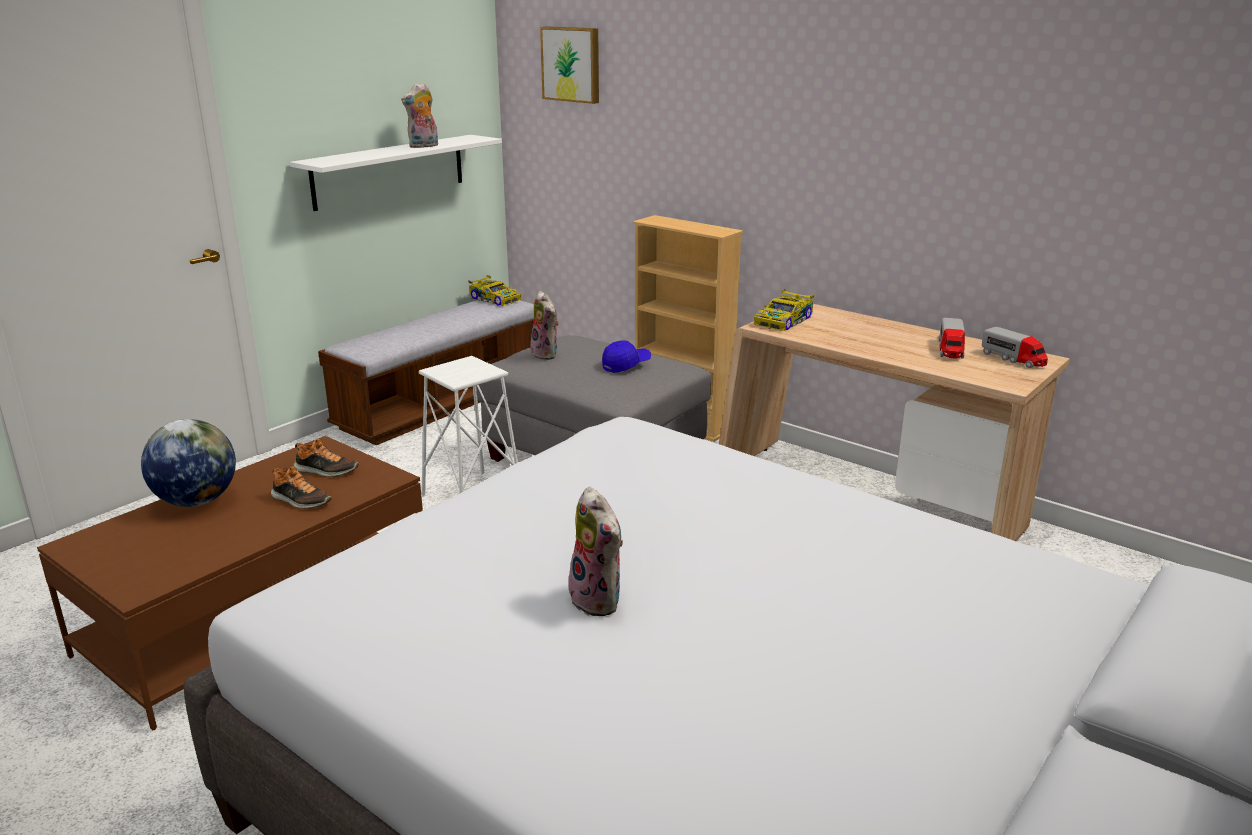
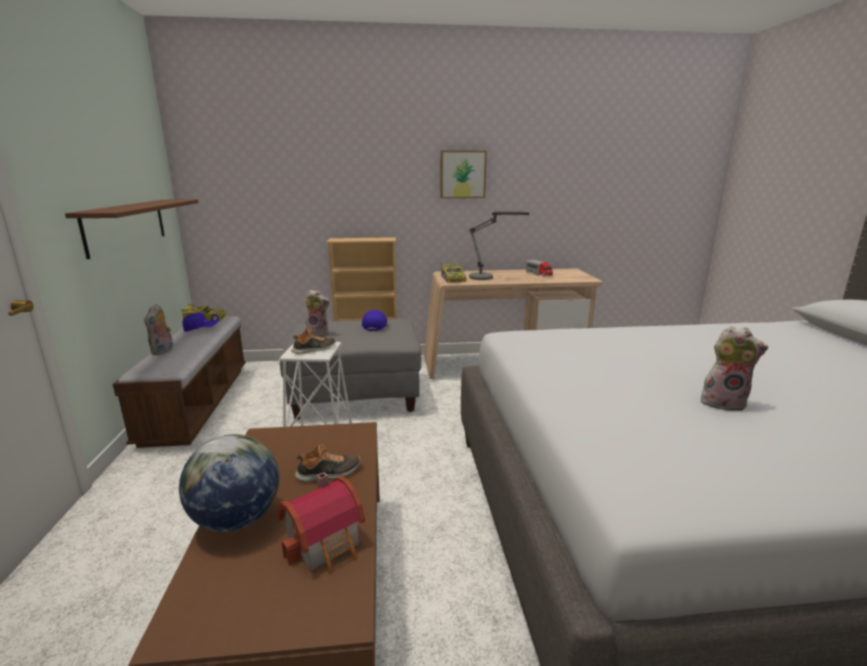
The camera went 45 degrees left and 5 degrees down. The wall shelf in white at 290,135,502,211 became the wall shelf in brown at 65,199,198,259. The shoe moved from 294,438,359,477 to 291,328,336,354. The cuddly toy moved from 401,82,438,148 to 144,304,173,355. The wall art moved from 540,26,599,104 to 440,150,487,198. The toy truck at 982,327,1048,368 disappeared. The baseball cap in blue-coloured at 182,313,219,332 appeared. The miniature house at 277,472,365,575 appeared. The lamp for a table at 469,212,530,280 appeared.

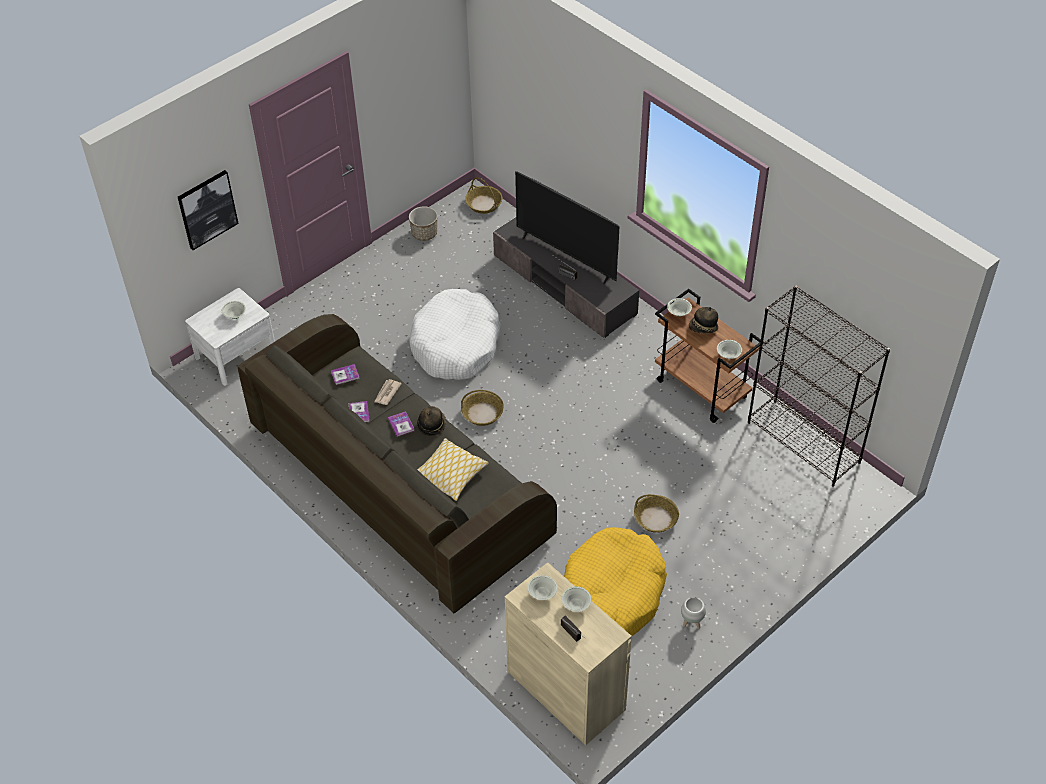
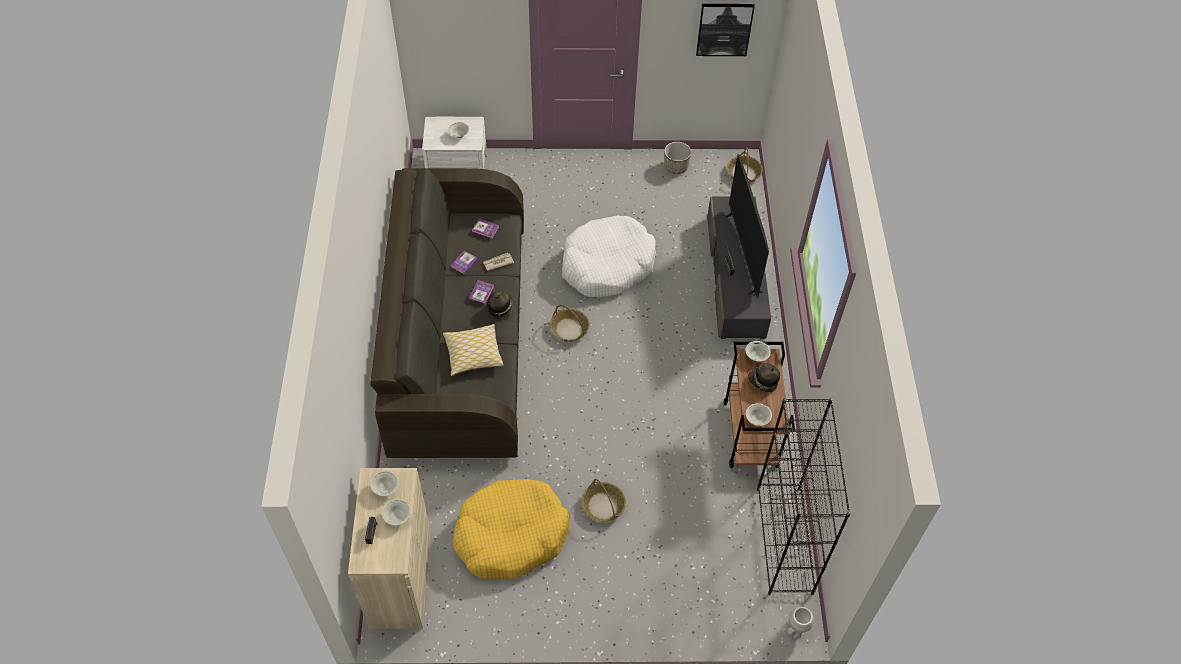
The camera went 40 degrees right and 5 degrees up. The wall art moved from 178,170,239,250 to 696,4,754,56. The planter in white moved from 681,597,706,629 to 788,607,814,638.

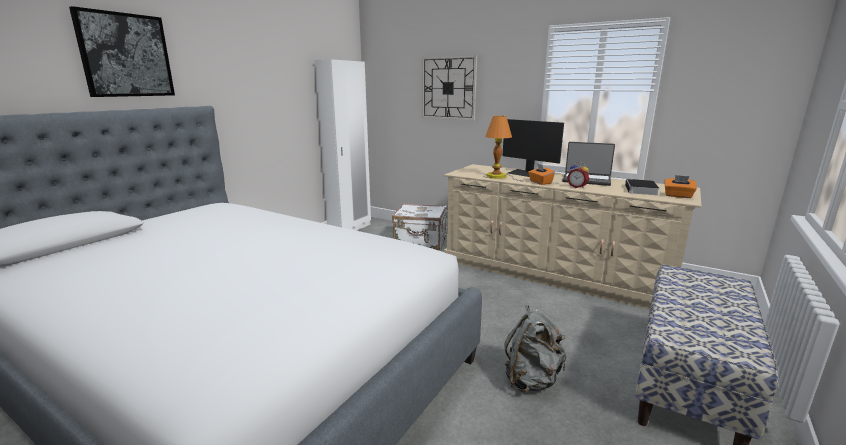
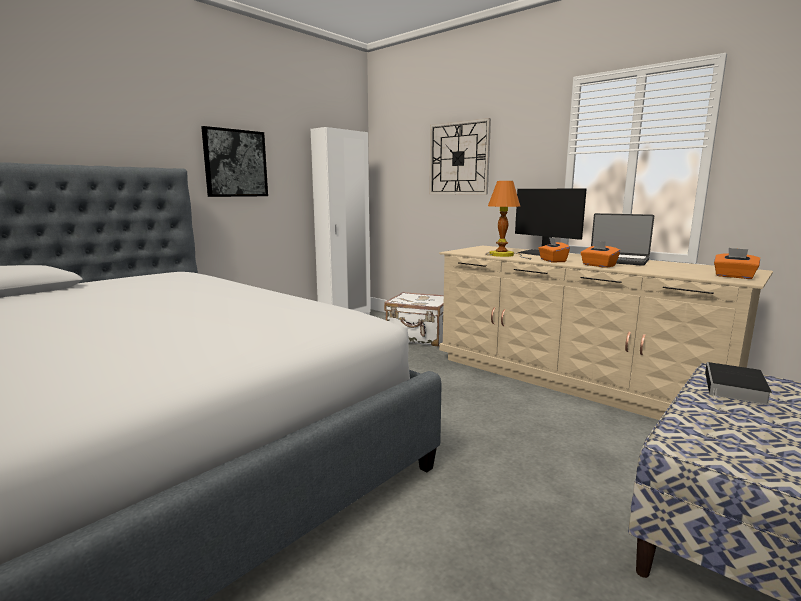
The camera went 10 degrees right and 5 degrees down. The wall art moved from 69,6,175,97 to 201,126,268,197. The rucksack in gray at 505,305,566,392 disappeared. The table clock at 567,161,589,189 was replaced by the tissue box in orangey at 581,240,620,268. The bound book moved from 625,179,660,195 to 705,362,772,405.

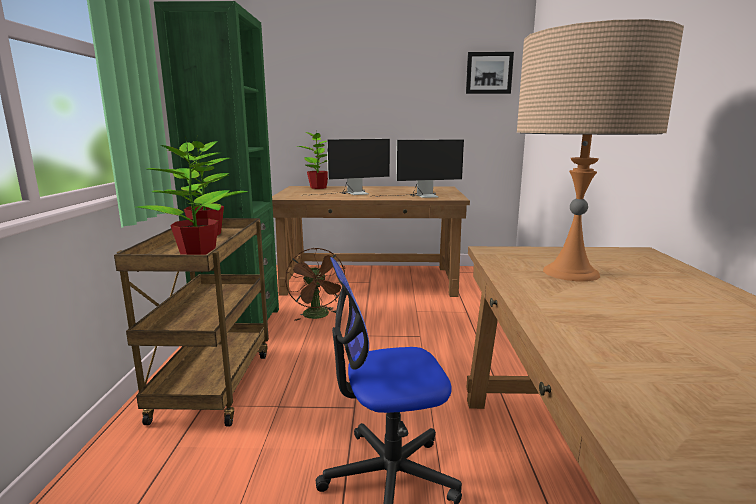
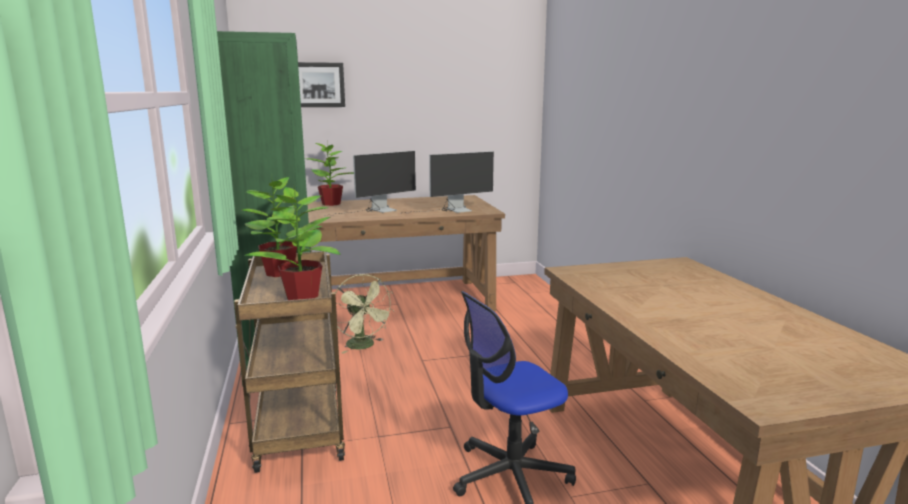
The camera went 15 degrees left and 0 degrees up. The electric fan in brown at 285,248,345,321 became the electric fan in green-coloured at 335,274,394,354. The wall art moved from 466,52,514,94 to 298,62,345,107. The lamp for a table in sand-coloured at 517,19,684,282 disappeared.

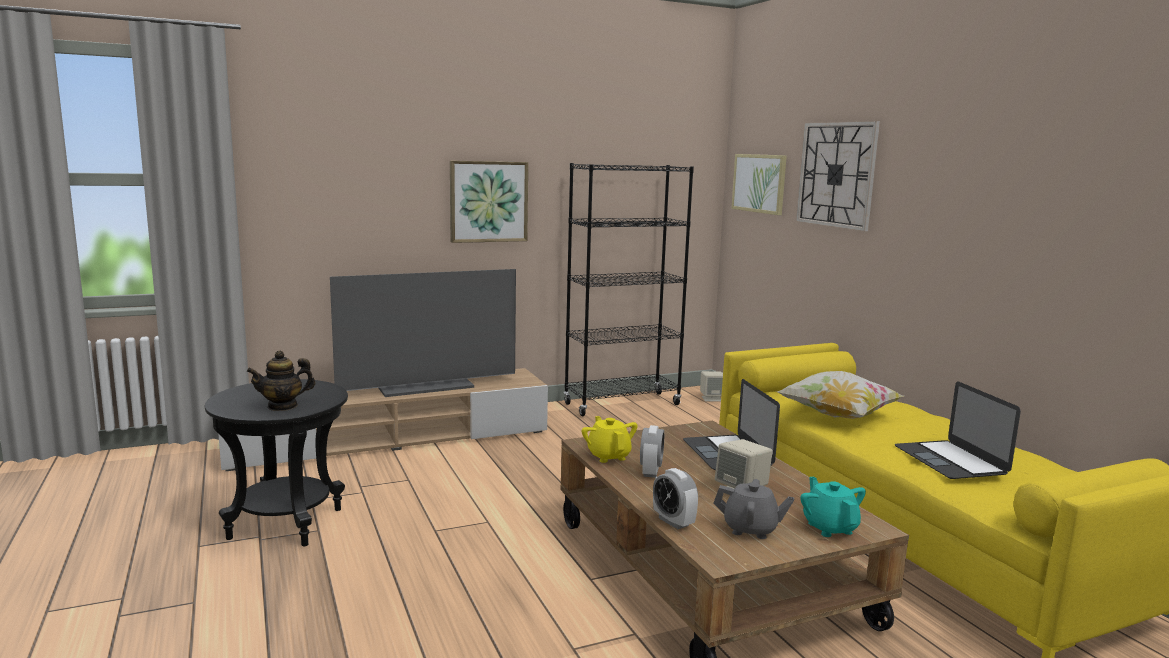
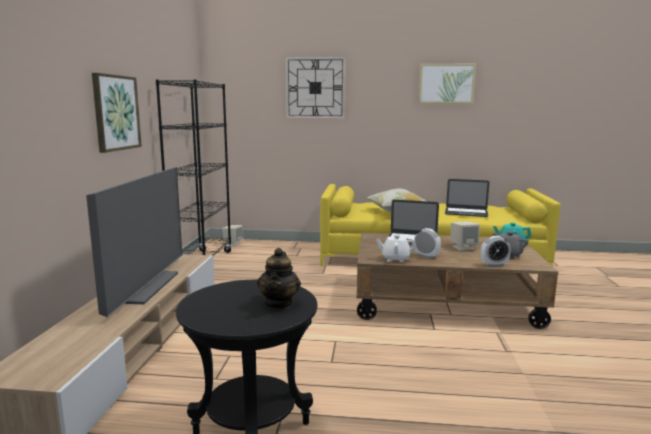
The camera went 60 degrees left and 0 degrees up. The pot for tea in yellowish at 582,416,638,463 became the pot for tea in white at 376,234,417,263. The wall art moved from 731,154,787,215 to 418,64,476,104.

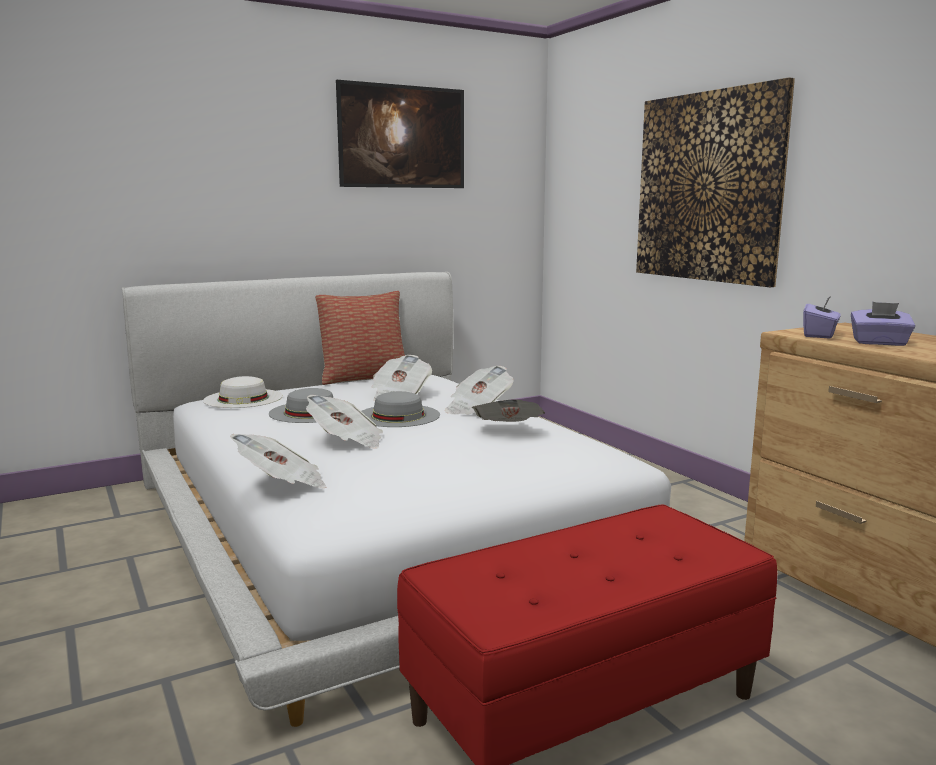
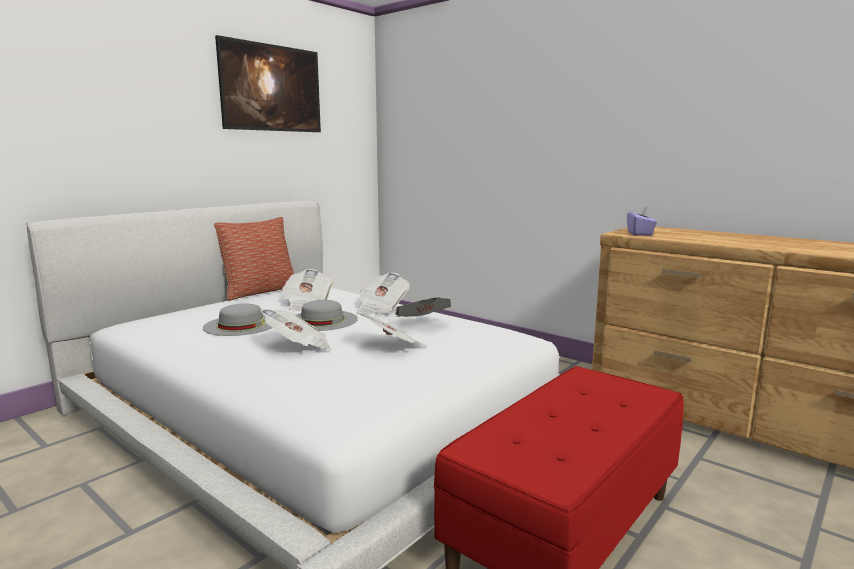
The camera went 20 degrees left and 0 degrees up. The hat in white at 203,376,283,408 disappeared. The printed paper moved from 230,434,327,488 to 357,313,428,346. The wall art at 636,78,795,287 disappeared. The tissue box in purplish at 851,302,915,346 disappeared.

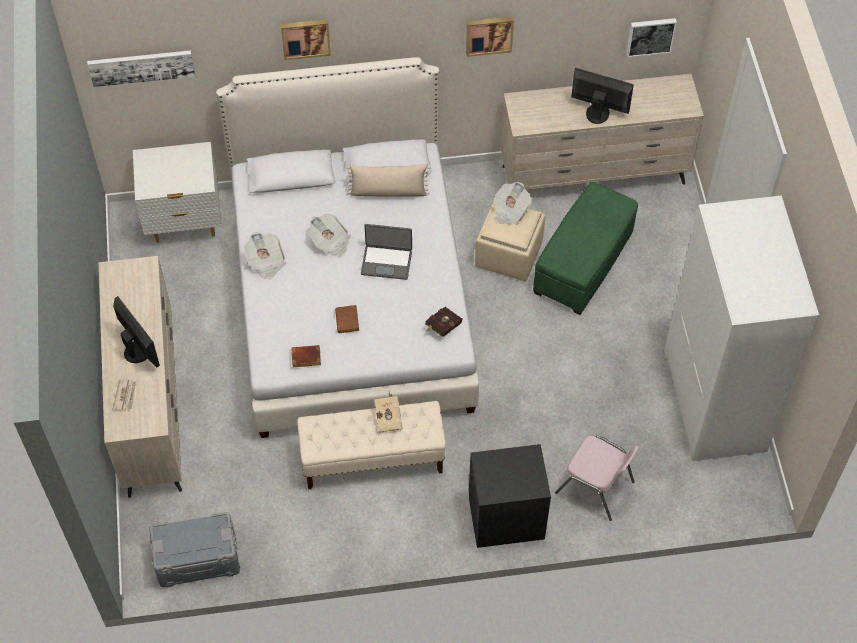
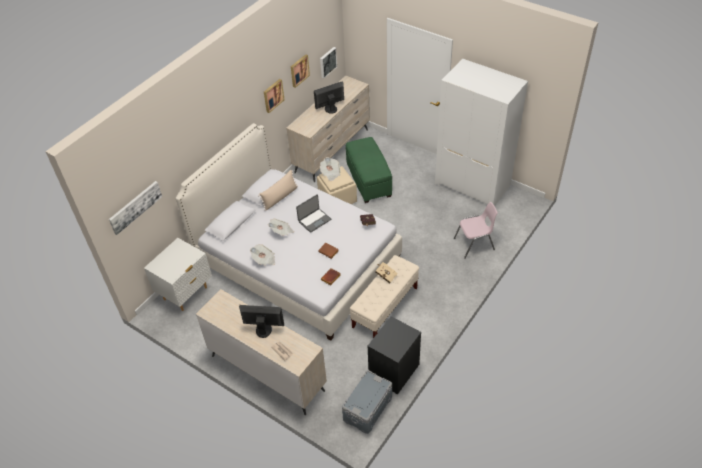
The camera went 45 degrees left and 10 degrees down. The wall art moved from 280,19,331,60 to 291,54,310,88. The nightstand in blackish moved from 469,444,551,548 to 368,316,421,394.

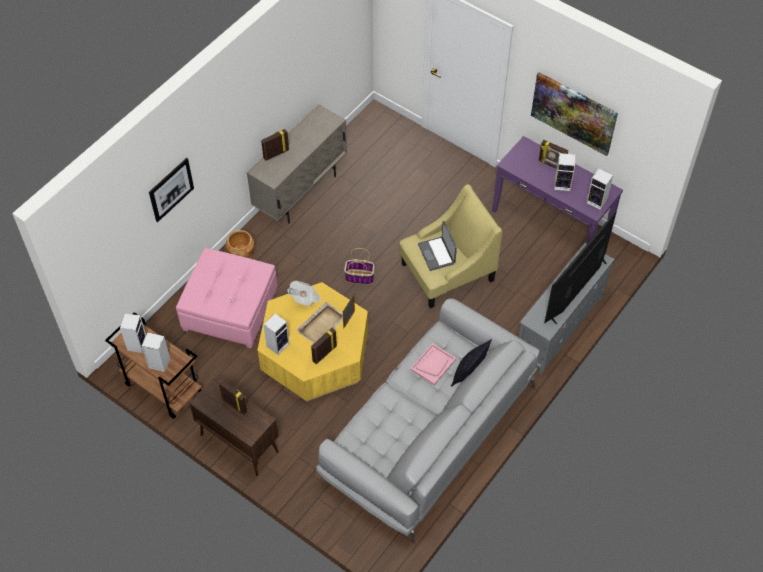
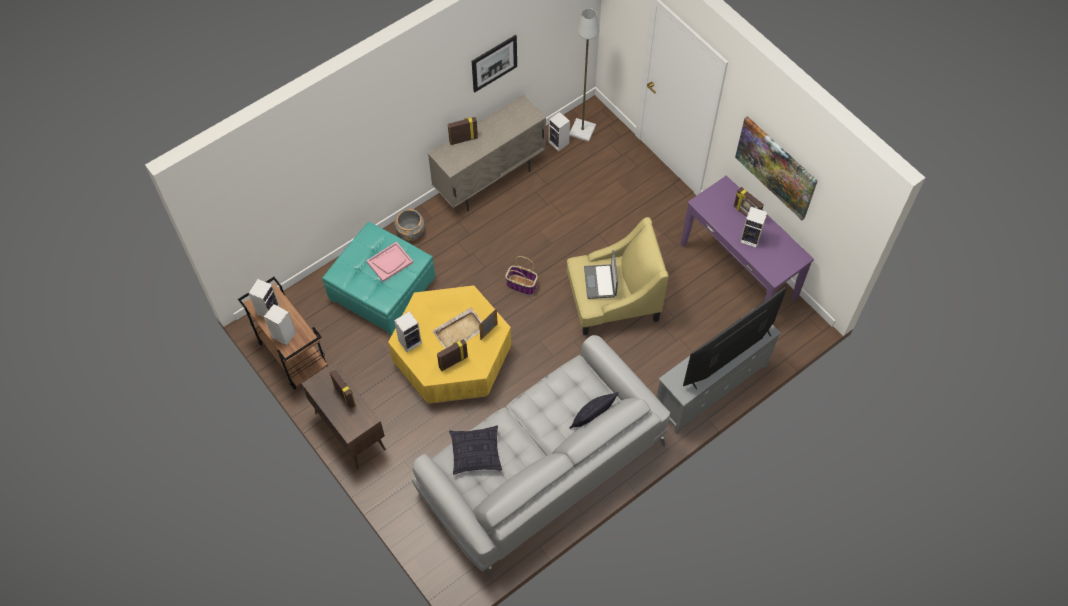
The camera went 15 degrees right and 5 degrees up. The wall art moved from 149,158,194,222 to 472,35,517,92. The ottoman in pink-coloured at 176,248,278,349 became the ottoman in turquoise-coloured at 322,221,435,335. The planter in brown at 225,230,255,258 became the planter in gray at 394,209,424,241. The printed paper at 287,280,322,306 disappeared. The carrying tray in pink-coloured moved from 411,343,456,385 to 367,242,413,282. The loudspeaker moved from 586,168,613,210 to 548,112,570,151. The throw pillow at 449,426,502,475 appeared. The standard lamp in gray at 569,8,599,142 appeared.

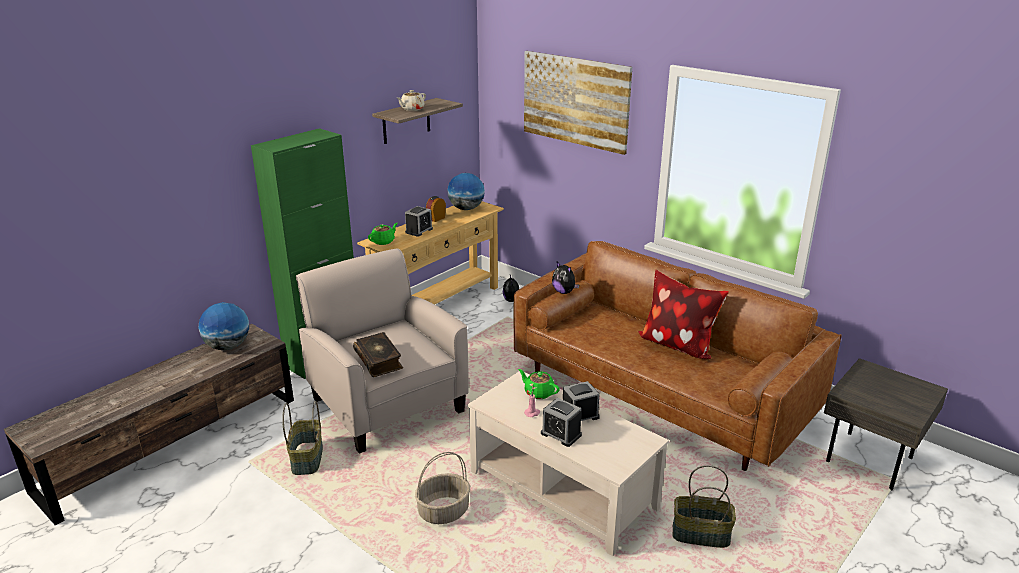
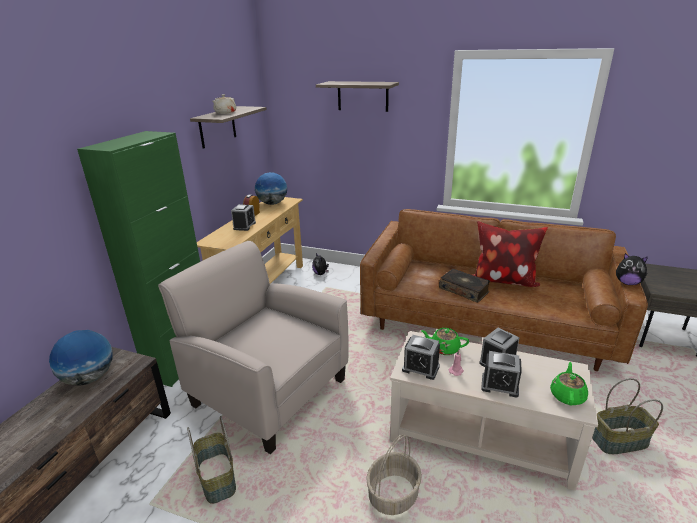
The camera went 20 degrees left and 0 degrees up. The bound book moved from 353,332,403,377 to 439,269,490,303. The pot for tea in green-coloured moved from 368,223,397,245 to 550,362,588,405. The wall art at 524,51,632,155 was replaced by the wall shelf at 316,81,399,112. The cuddly toy moved from 552,262,579,294 to 616,253,648,285. The table clock at 402,335,440,380 appeared.

